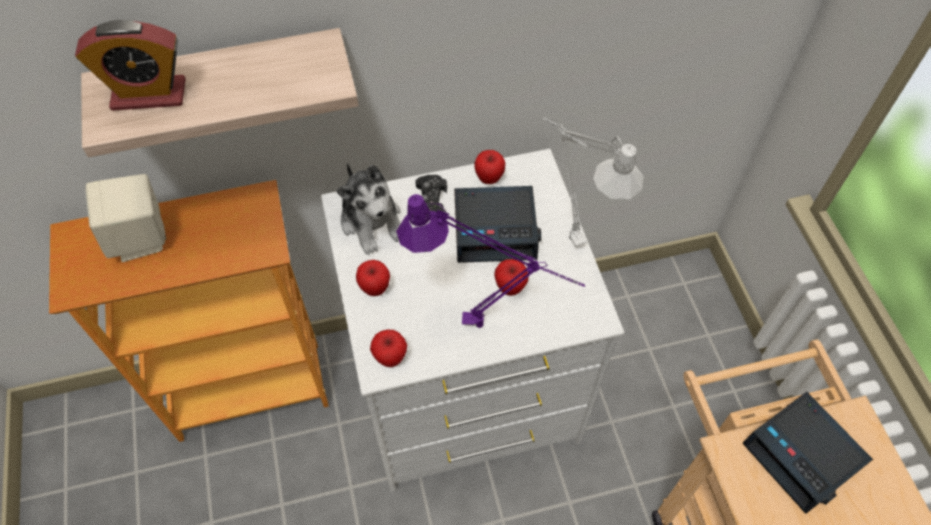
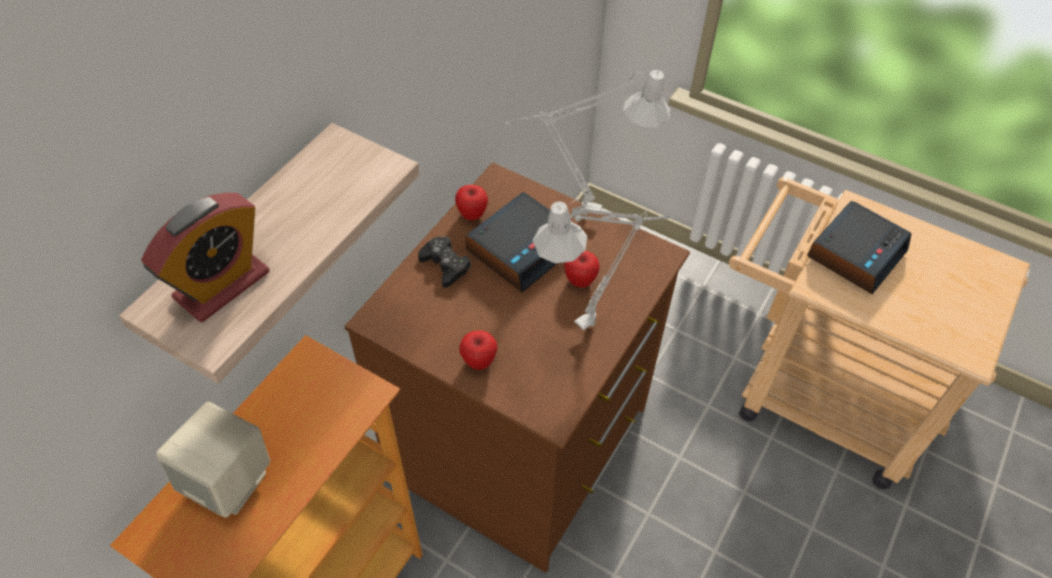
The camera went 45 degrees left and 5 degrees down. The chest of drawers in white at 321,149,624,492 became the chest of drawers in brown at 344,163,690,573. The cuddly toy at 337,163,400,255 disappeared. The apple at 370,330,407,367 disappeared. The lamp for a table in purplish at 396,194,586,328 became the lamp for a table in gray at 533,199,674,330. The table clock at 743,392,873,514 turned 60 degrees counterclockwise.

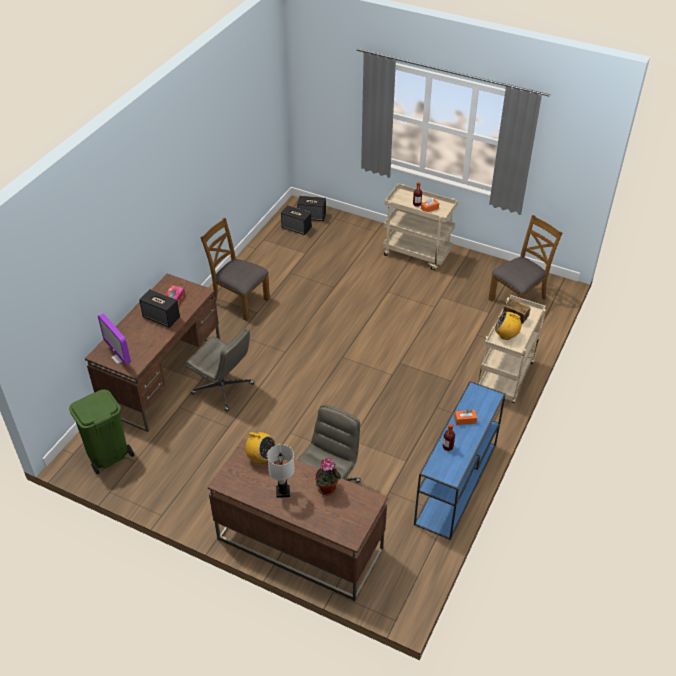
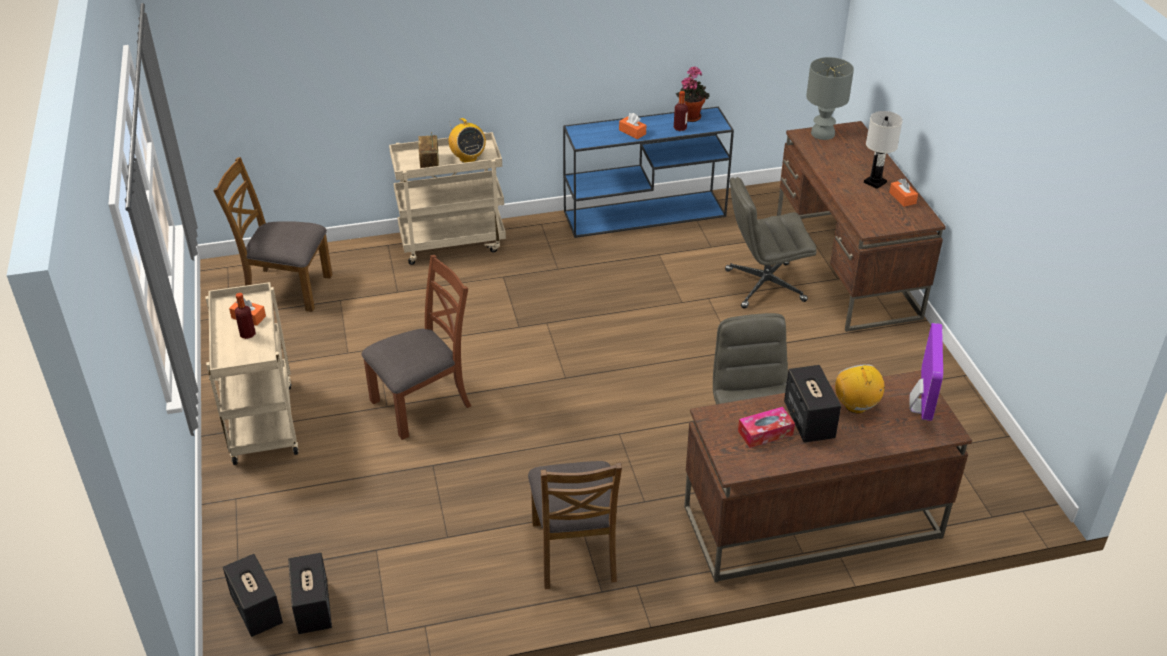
The camera went 130 degrees left and 5 degrees down. The trash can in green-coloured at 69,390,134,474 disappeared. The radio set moved from 241,432,276,464 to 835,364,885,413. The houseplant moved from 315,458,341,495 to 676,67,709,122. The upright chair in brown at 362,255,471,440 appeared. The lamp for a table in gray at 806,57,854,140 appeared. The tissue box in orangey at 889,178,918,207 appeared.

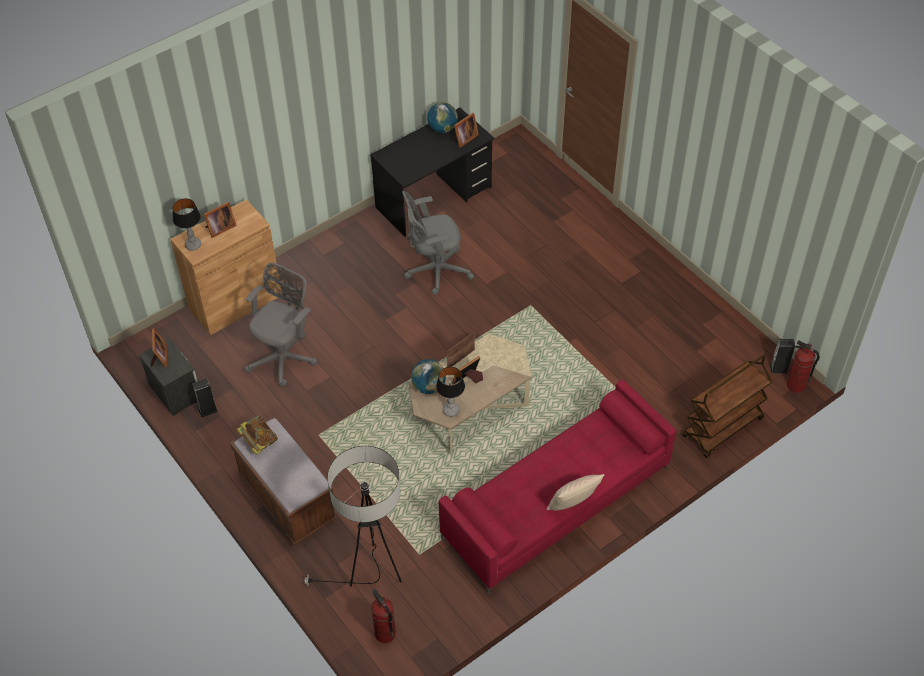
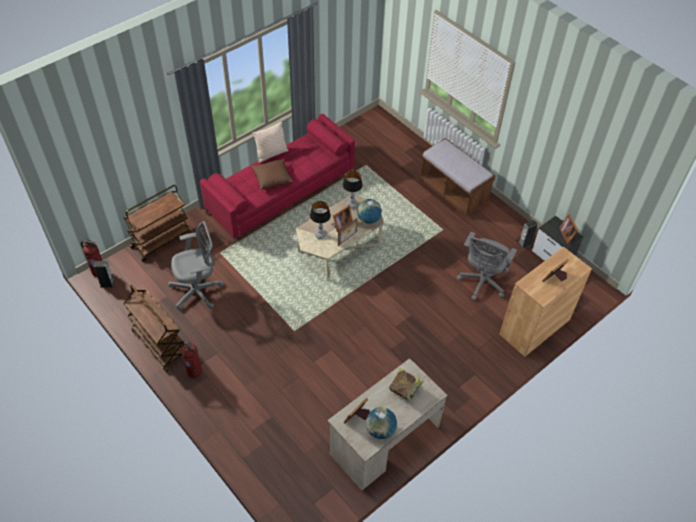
The camera went 175 degrees right and 0 degrees up. The lamp for a table moved from 173,198,202,251 to 310,201,331,239. The bound book moved from 236,415,278,455 to 389,368,423,400. The standard lamp at 301,446,402,587 disappeared. The desk table in blackish at 370,107,495,237 became the desk table in sand-coloured at 328,358,448,490. The fire-fighting cylinder moved from 371,589,396,643 to 181,340,202,378. The desk chair in gray moved from 402,191,474,295 to 168,221,224,310. The trolley in brown at 123,285,182,372 appeared. The throw pillow in brown at 251,159,293,190 appeared.

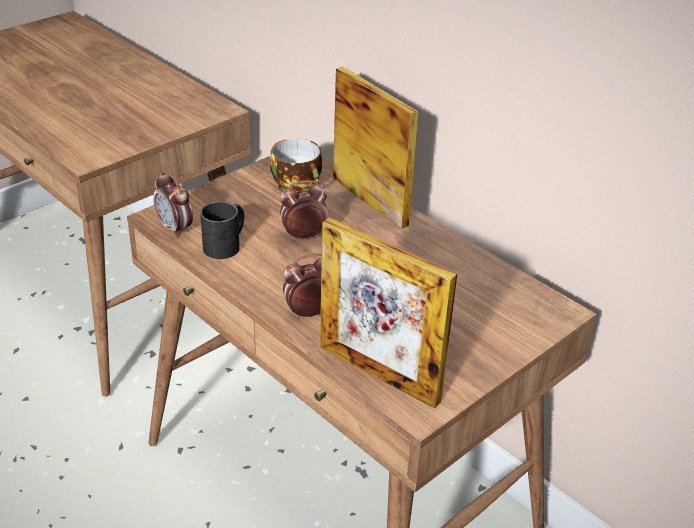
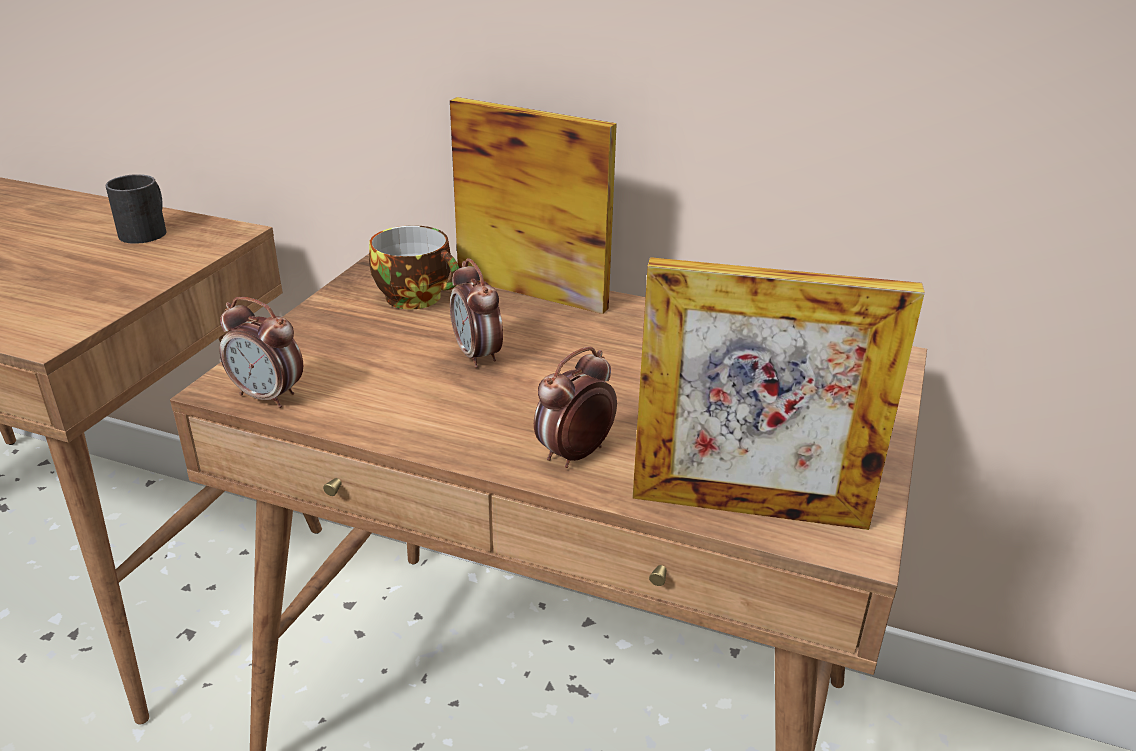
The camera went 25 degrees left and 5 degrees down. The mug in blackish moved from 200,201,244,259 to 106,174,166,244. The table clock at 280,180,329,240 turned 75 degrees counterclockwise.

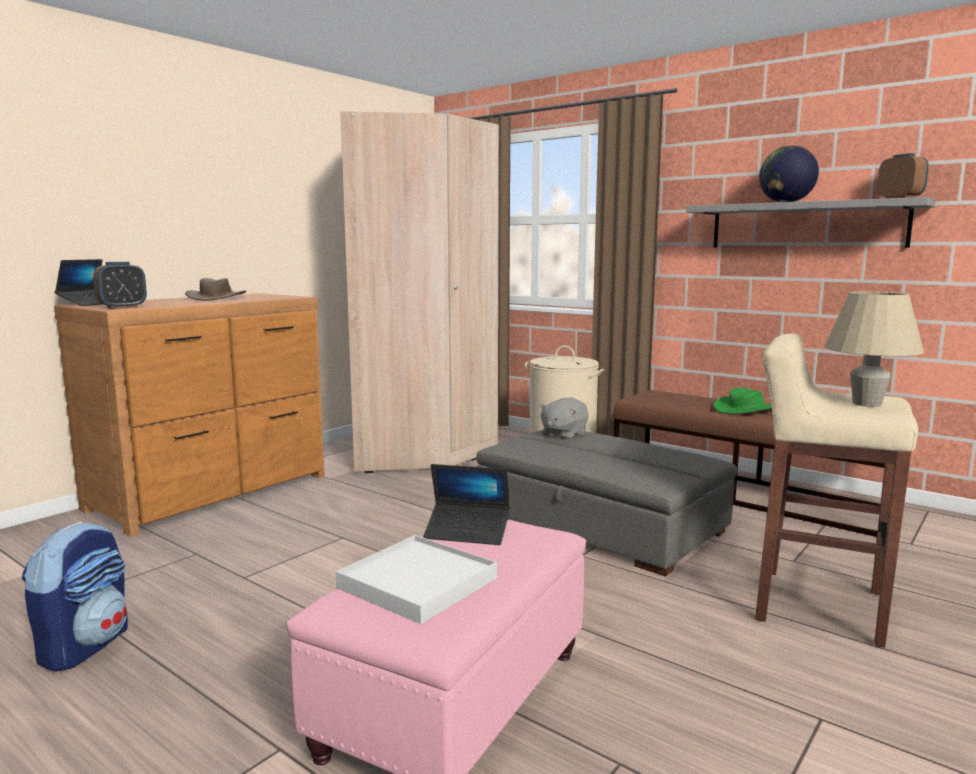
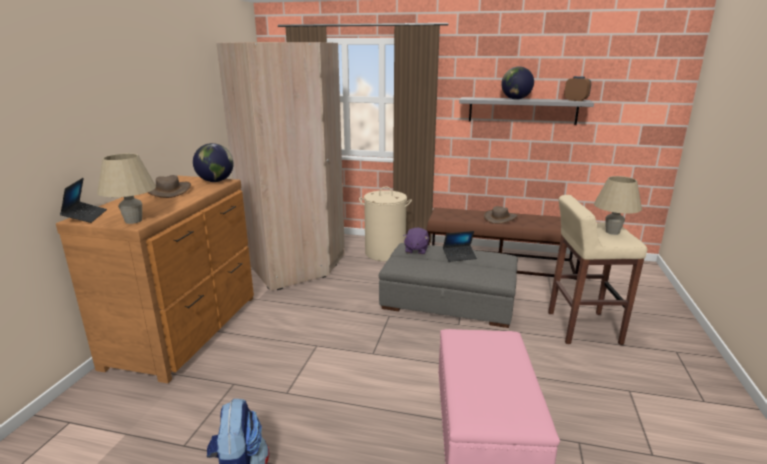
The camera went 25 degrees left and 10 degrees up. The table clock at 93,262,147,309 was replaced by the lamp for a table in sand-coloured at 97,153,156,224. The carrying tray in white at 336,535,497,624 disappeared. The notebook computer moved from 423,464,510,545 to 443,231,477,262. The cuddly toy in gray at 539,398,588,440 became the cuddly toy in purplish at 403,227,429,255. The hat in green-coloured at 713,388,772,414 became the hat in brown at 484,206,518,224. The globe at 193,143,234,182 appeared.

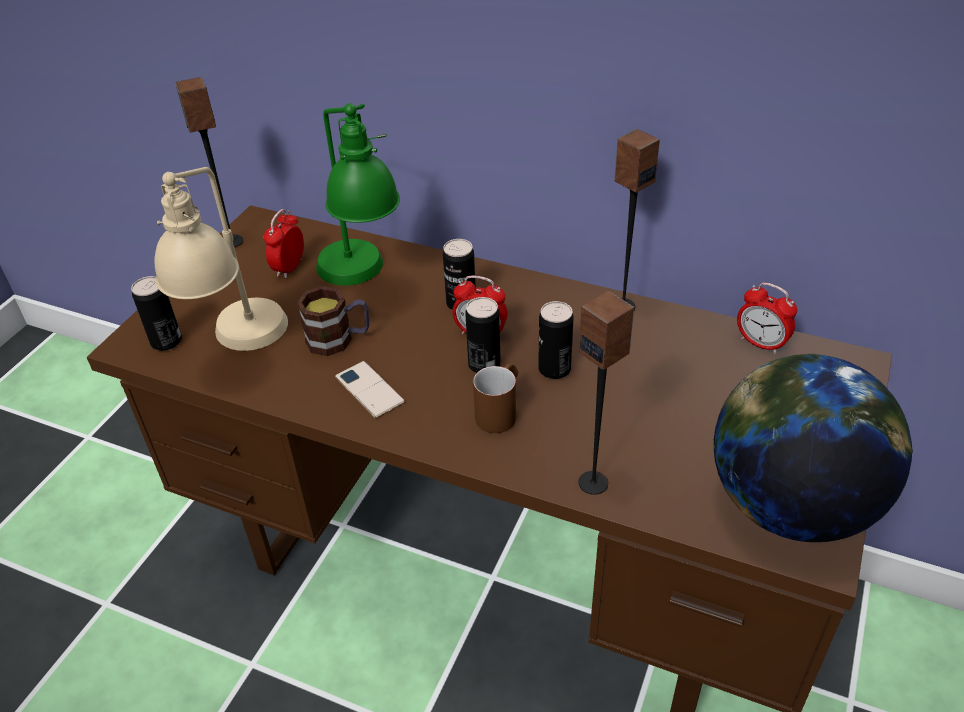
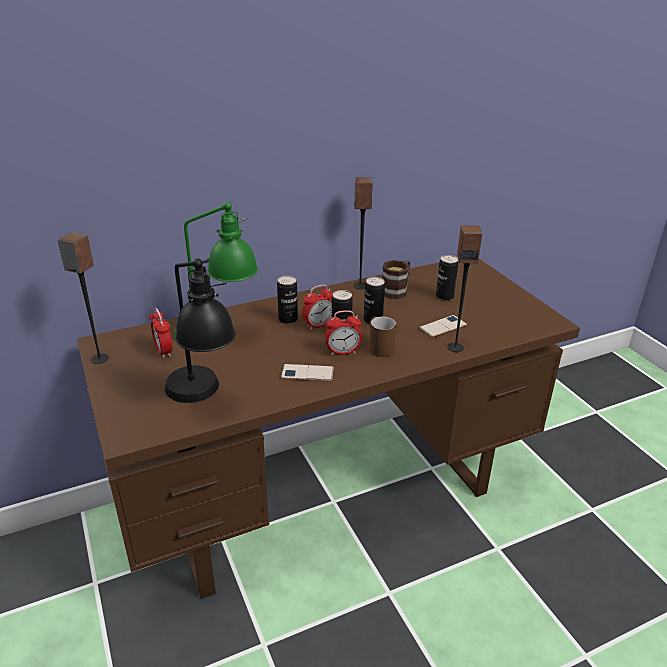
The camera went 50 degrees left and 10 degrees down. The sealed can moved from 131,276,182,351 to 436,255,458,301. The lamp for a table in sand-coloured at 154,167,288,351 became the lamp for a table in blackish at 165,258,236,403. The mug moved from 297,286,369,356 to 382,260,410,299. The globe at 714,354,913,542 disappeared. The table clock moved from 737,282,797,354 to 325,310,362,355. The telephone at 419,315,467,337 appeared.

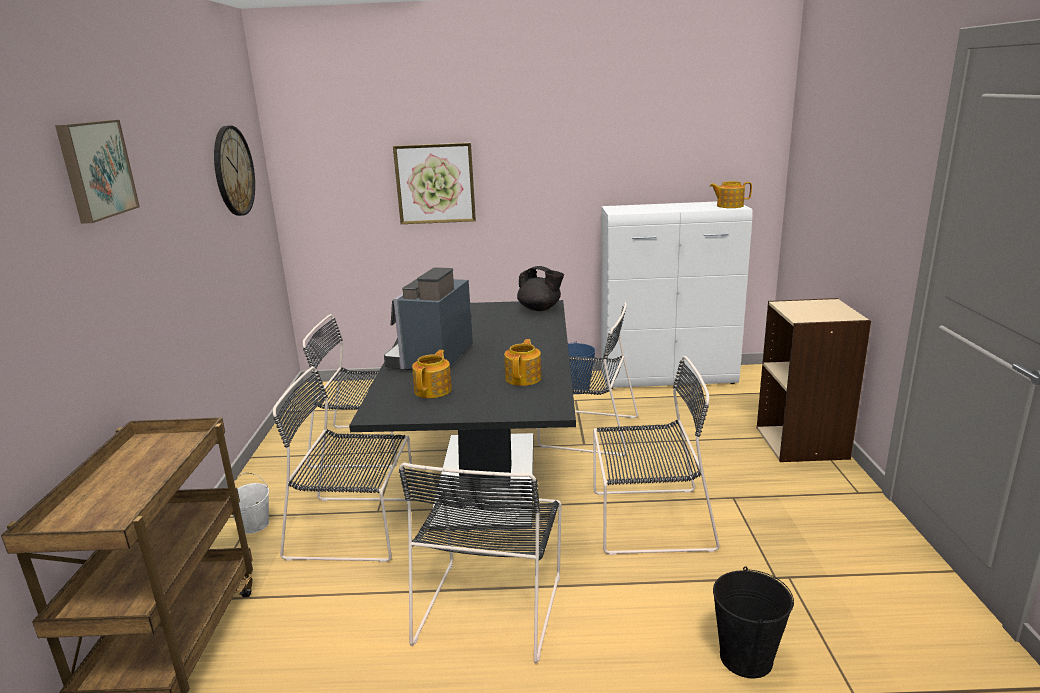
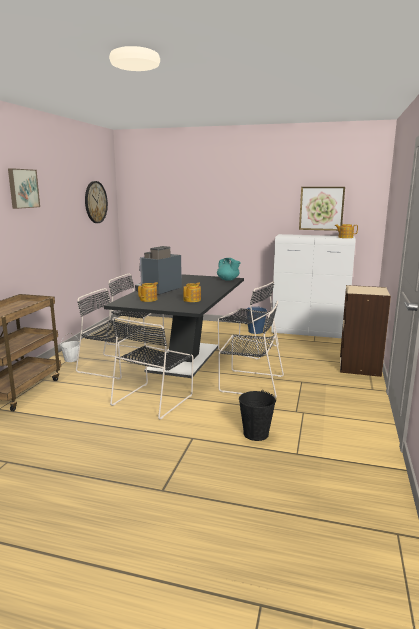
The camera went 15 degrees right and 5 degrees down. The wall art moved from 393,143,476,224 to 299,187,345,231. The pot for tea in blackish at 517,266,564,311 became the pot for tea in turquoise-coloured at 217,258,241,281.

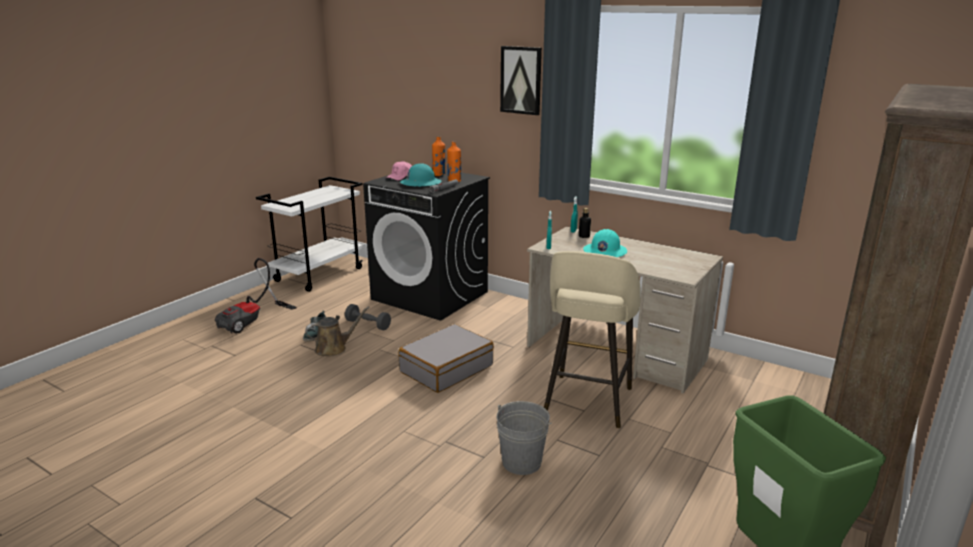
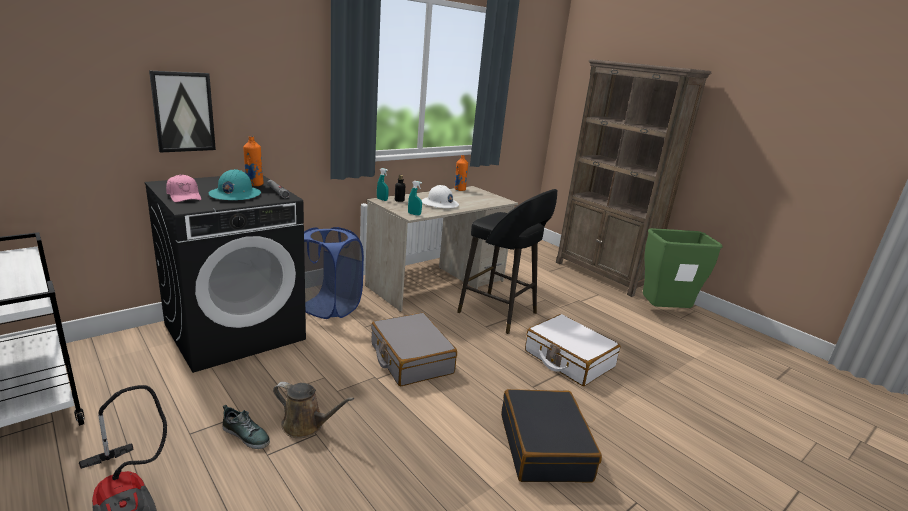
The camera went 75 degrees left and 0 degrees up. The watering can in brown at 305,306,370,356 turned 120 degrees clockwise. The hand weight in gray at 345,304,391,330 disappeared. The drink bottle in orangey moved from 432,136,446,176 to 455,155,468,191. The pail in gray at 497,401,552,475 was replaced by the piece of luggage in white at 525,314,621,386. The wall art moved from 500,46,542,115 to 149,71,216,153. The stool seat in sand-coloured at 544,251,641,429 became the stool seat in blackish at 457,189,558,334. The work helmet in turquoise-coloured at 583,229,627,257 became the work helmet in white at 422,185,459,208. The laundry basket in blue-coloured at 304,227,364,319 appeared. The piece of luggage in blackish at 501,389,602,483 appeared.

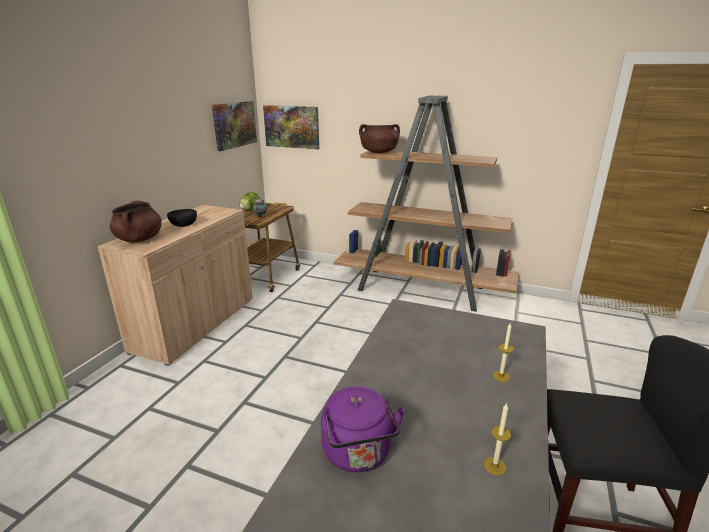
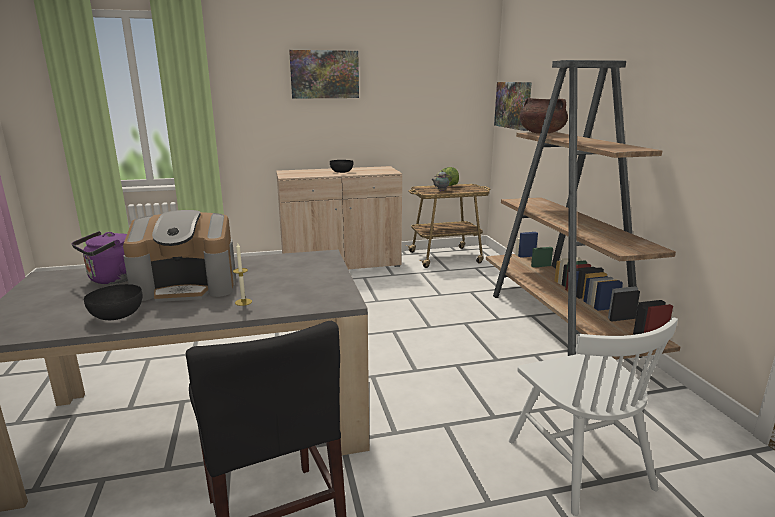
The camera went 55 degrees right and 5 degrees down. The saucepot in brown at 110,200,161,243 disappeared. The wall art moved from 212,101,257,151 to 289,50,359,99. The wax candle at 484,403,511,476 was replaced by the bowl in blackish at 84,284,143,320. The coffee maker at 123,210,237,302 appeared. The upright chair in white at 509,317,678,516 appeared.

